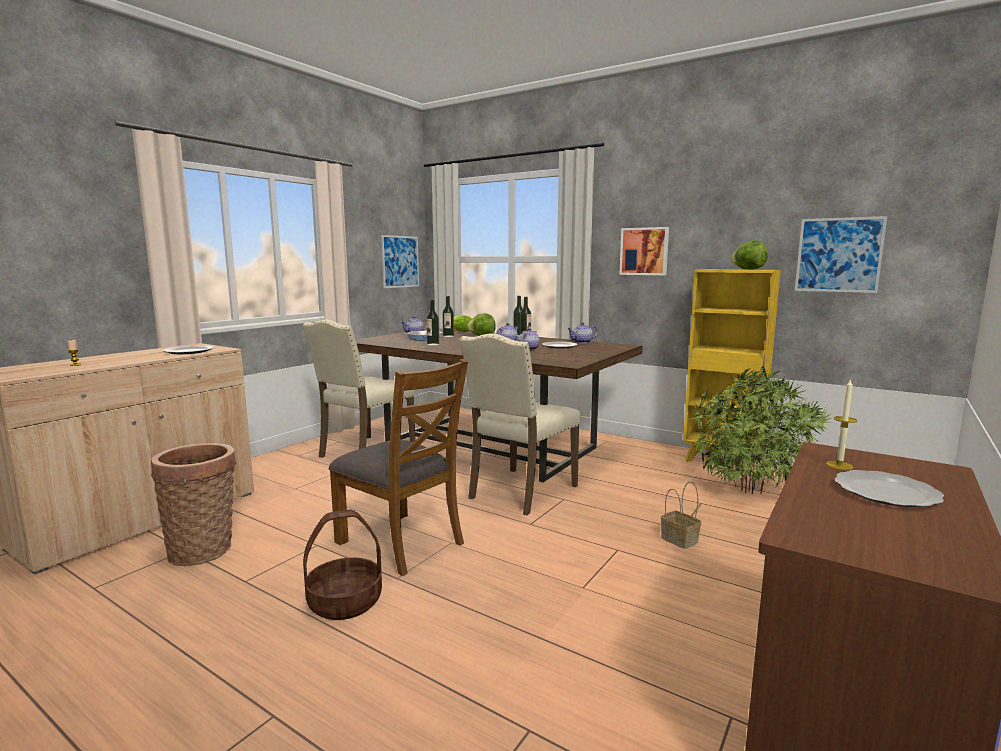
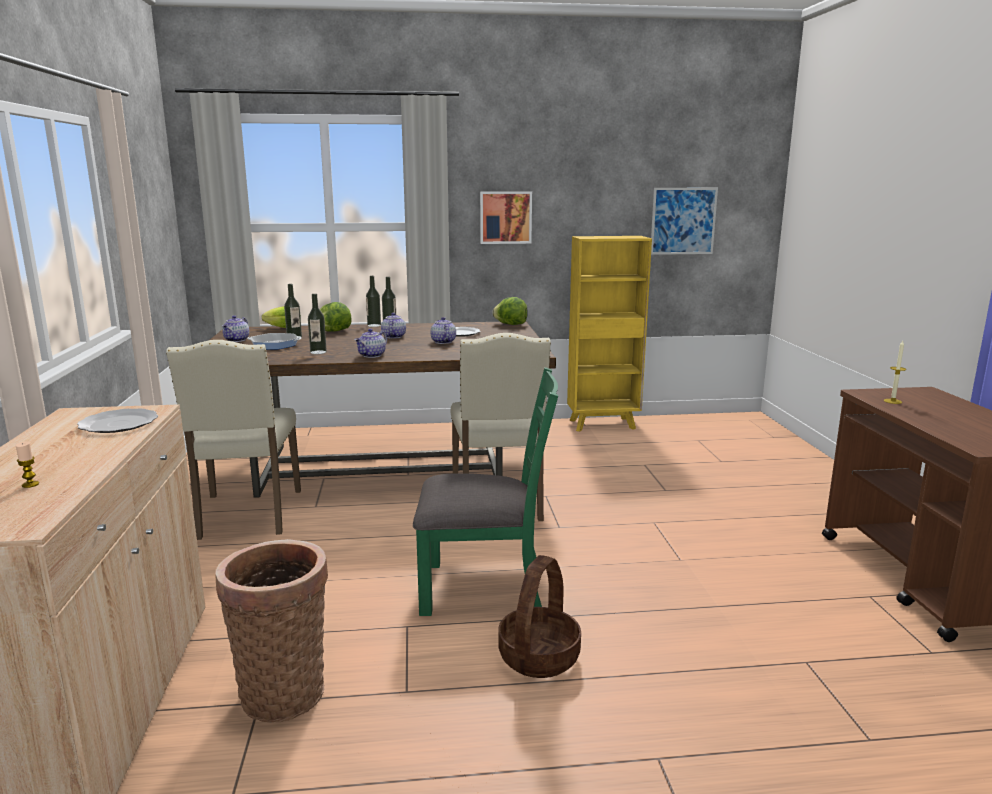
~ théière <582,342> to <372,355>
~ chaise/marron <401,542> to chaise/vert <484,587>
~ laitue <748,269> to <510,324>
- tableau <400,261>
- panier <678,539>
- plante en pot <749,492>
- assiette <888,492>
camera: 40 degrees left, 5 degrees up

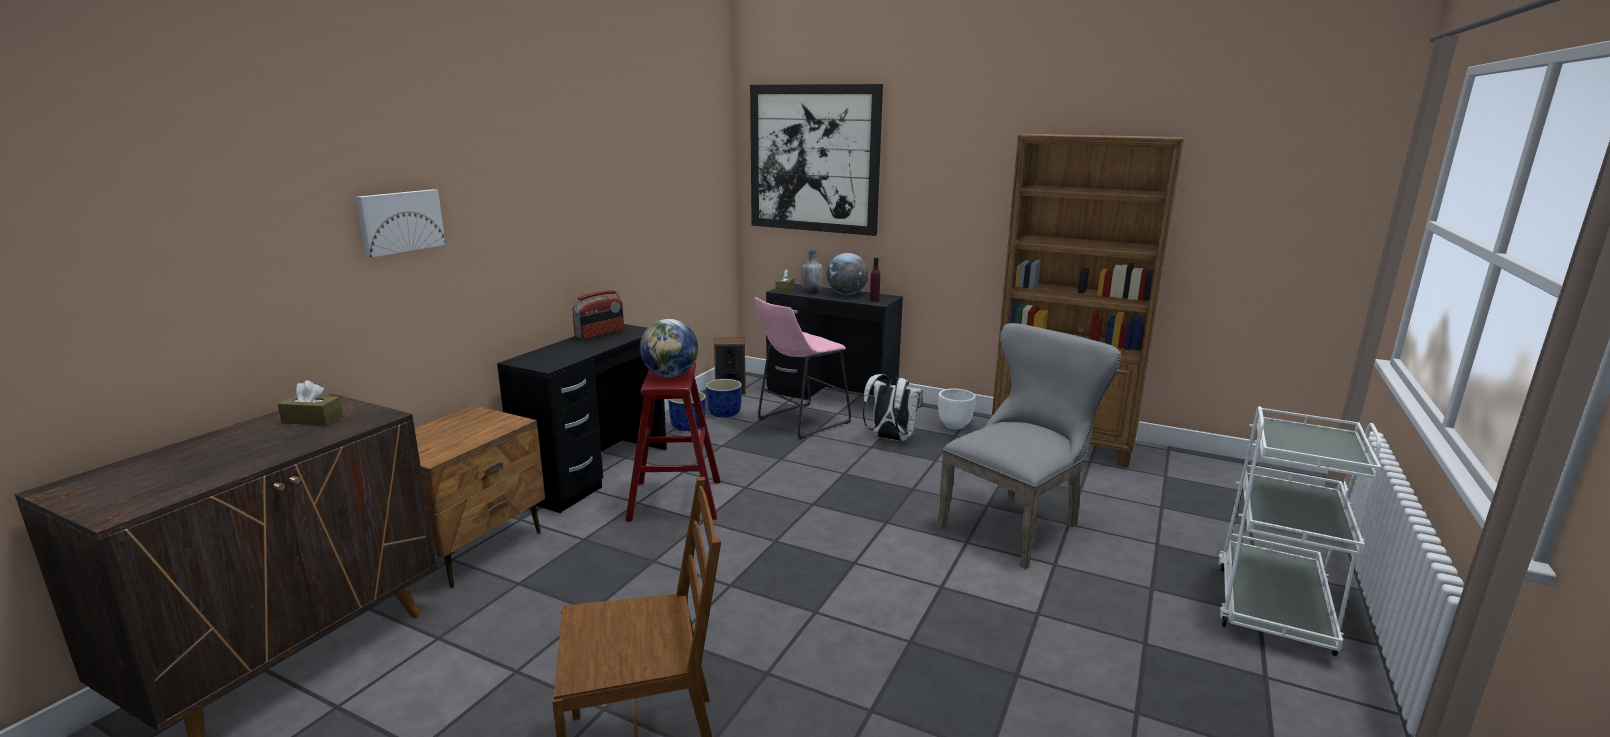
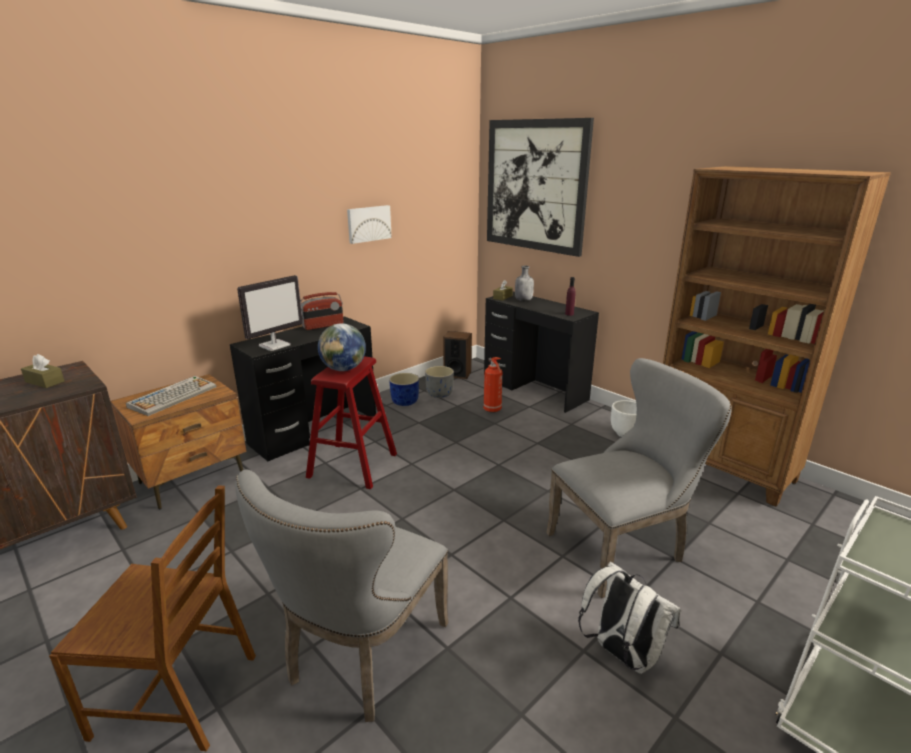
+ clavier <173,396>
+ chaise/gris <361,657>
+ écran d'ordinateur <275,345>
~ tableau <400,221> to <368,223>
~ cache-pot/bleu <725,413> to cache-pot/gris <440,394>
~ tabouret/rose <799,422> to extincteur <492,410>
~ sac à dos/blanc <890,438> to <621,654>
- globe <846,294>
camera: 20 degrees right, 5 degrees up

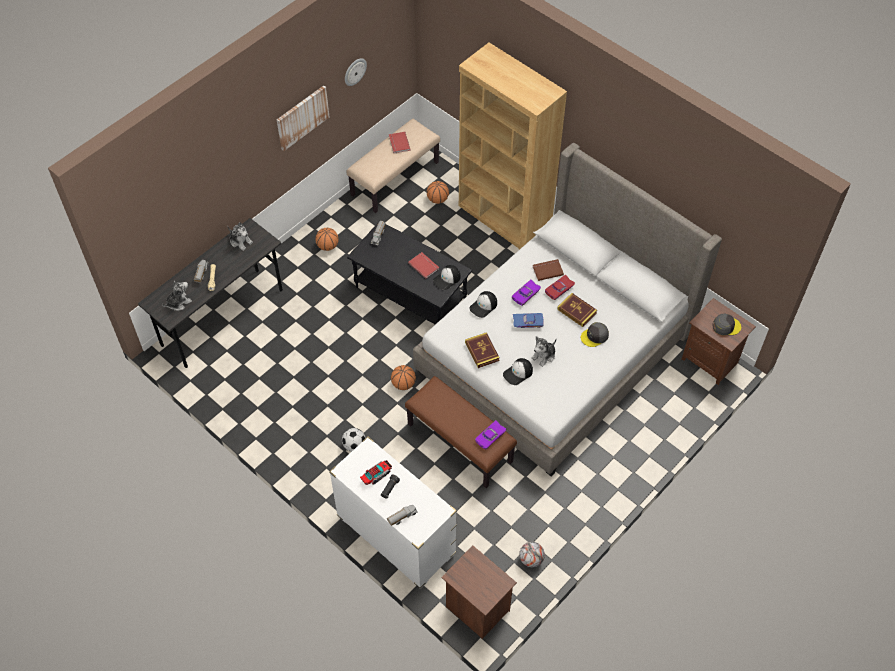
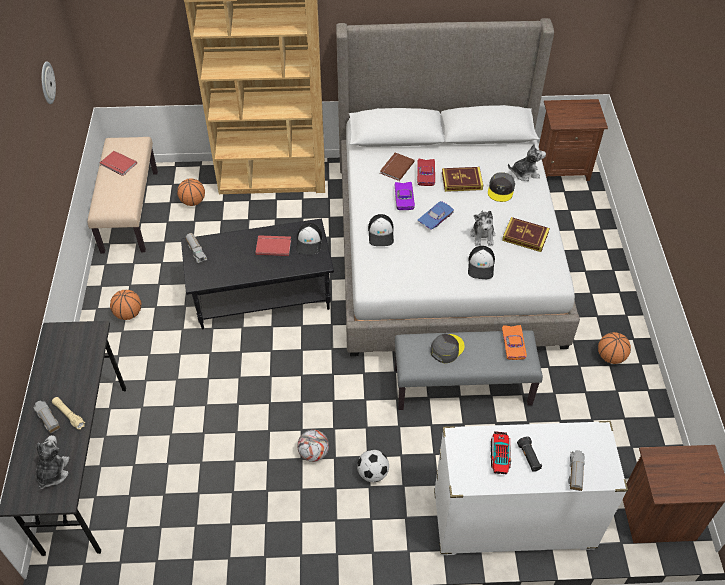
~ ballon de foot <531,559> to <314,453>
~ banc/marron <460,443> to banc/gris <463,386>
~ casquette/gris <726,326> to <447,349>
~ livre <482,351> to <525,236>
~ petite voiture/violet <491,437> to petite voiture/orange <514,345>
~ peluche <240,241> to <525,173>
~ ballon de basket <403,384> to <610,357>
- tableau <302,117>
camera: 45 degrees left, 5 degrees down

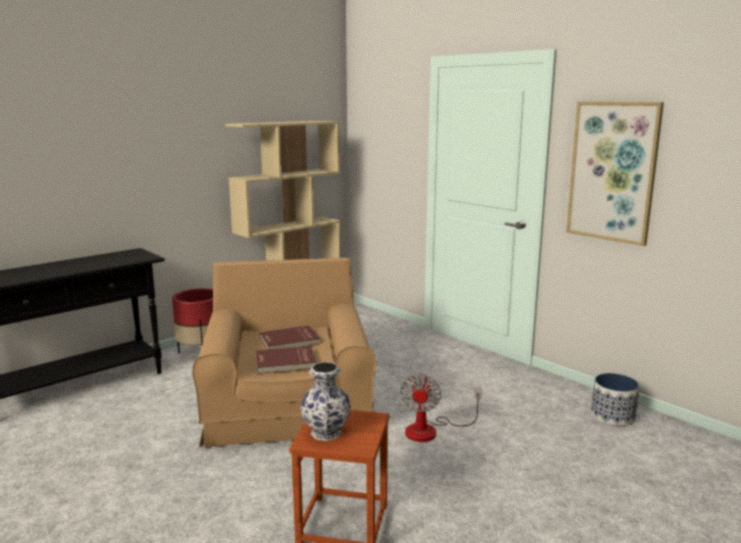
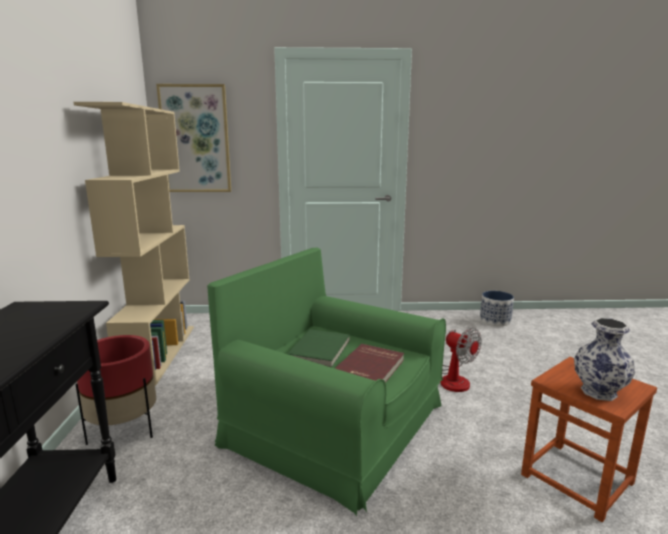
~ tableau <612,172> to <195,139>
~ fauteuil/marron <288,407> to fauteuil/vert <335,424>
~ livre/rouge <289,341> to livre/vert <321,350>
camera: 50 degrees left, 0 degrees up

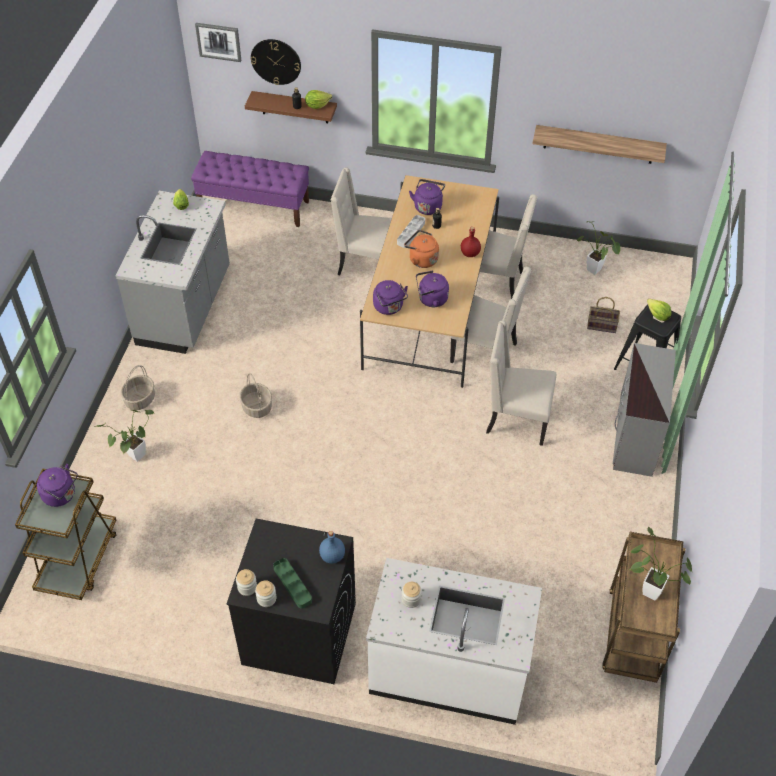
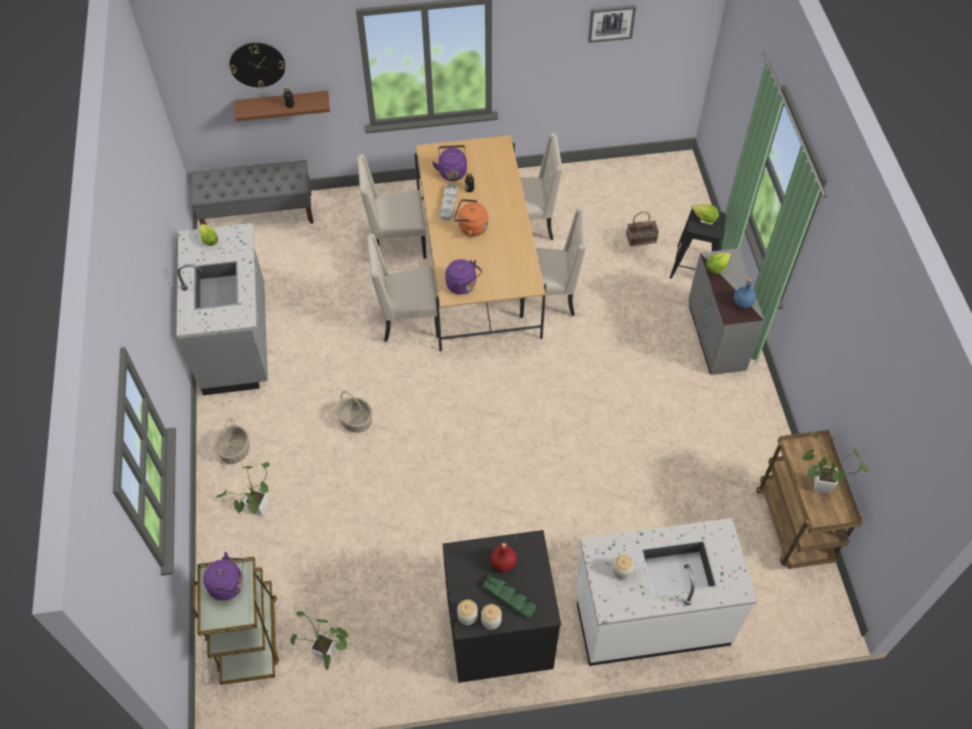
~ banc/violet <254,206> to banc/gris <258,214>
~ plante en pot <596,272> to <329,655>
~ chaise/beige <516,419> to <408,320>
~ bouteille/rouge <470,254> to <503,563>
~ tableau <219,41> to <611,23>
~ laitue <317,105> to <716,268>
~ bouteille/bleu <332,556> to <742,303>
- bouilloire/violet <431,299>
- étagère <599,144>
camera: 20 degrees left, 5 degrees up

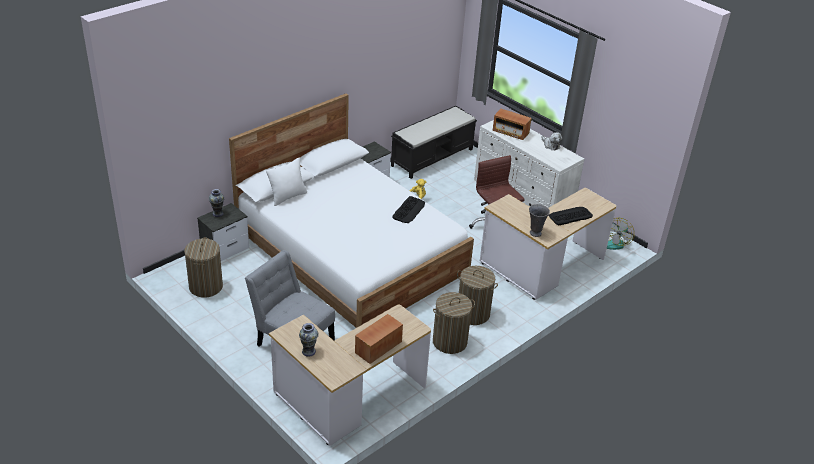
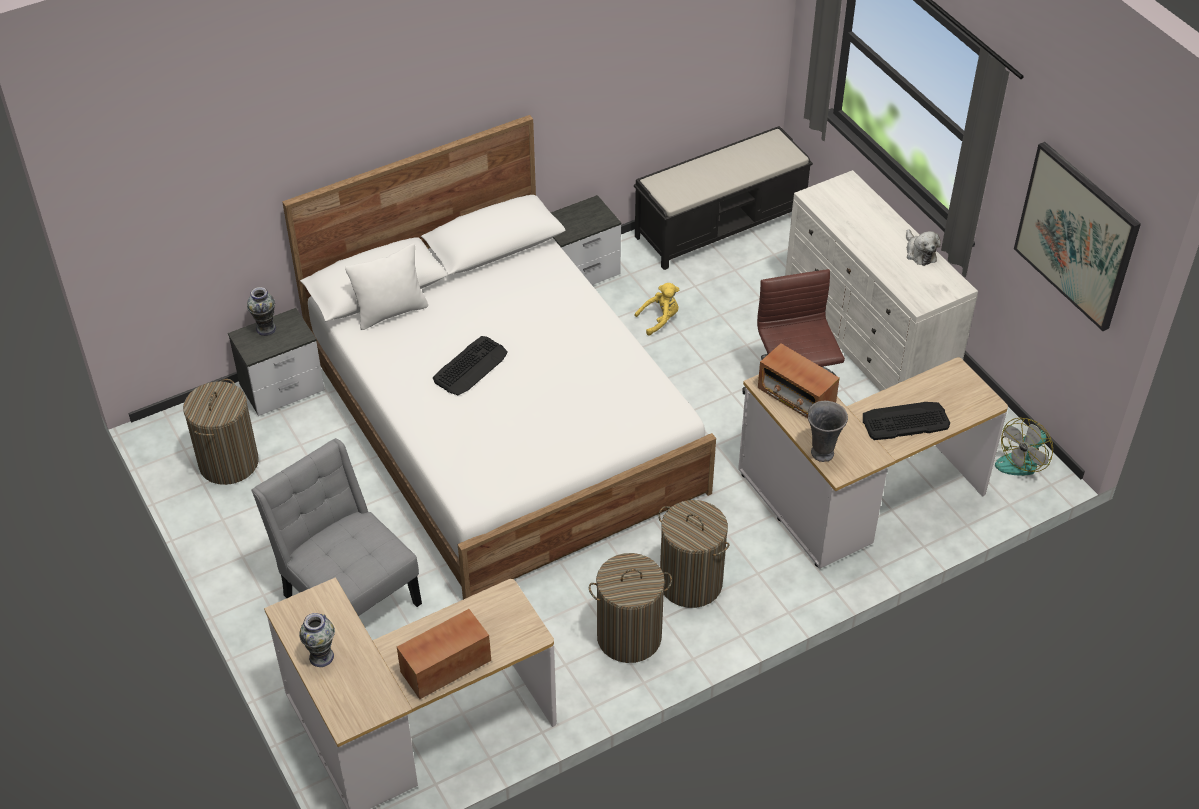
~ clavier <409,210> to <470,366>
~ radio <510,132> to <796,397>
+ tableau <1077,235>
camera: 15 degrees right, 10 degrees up

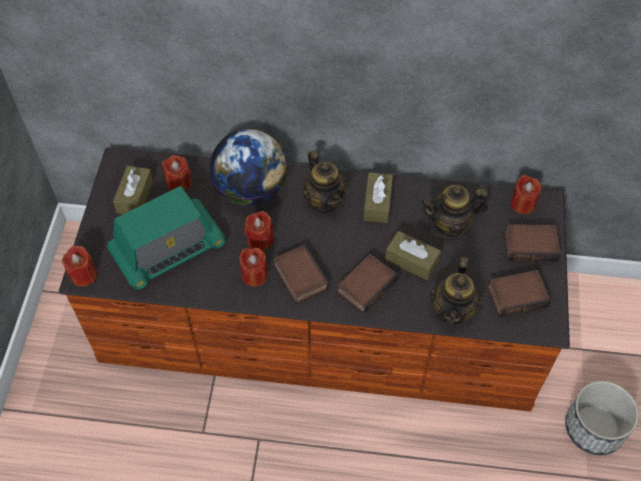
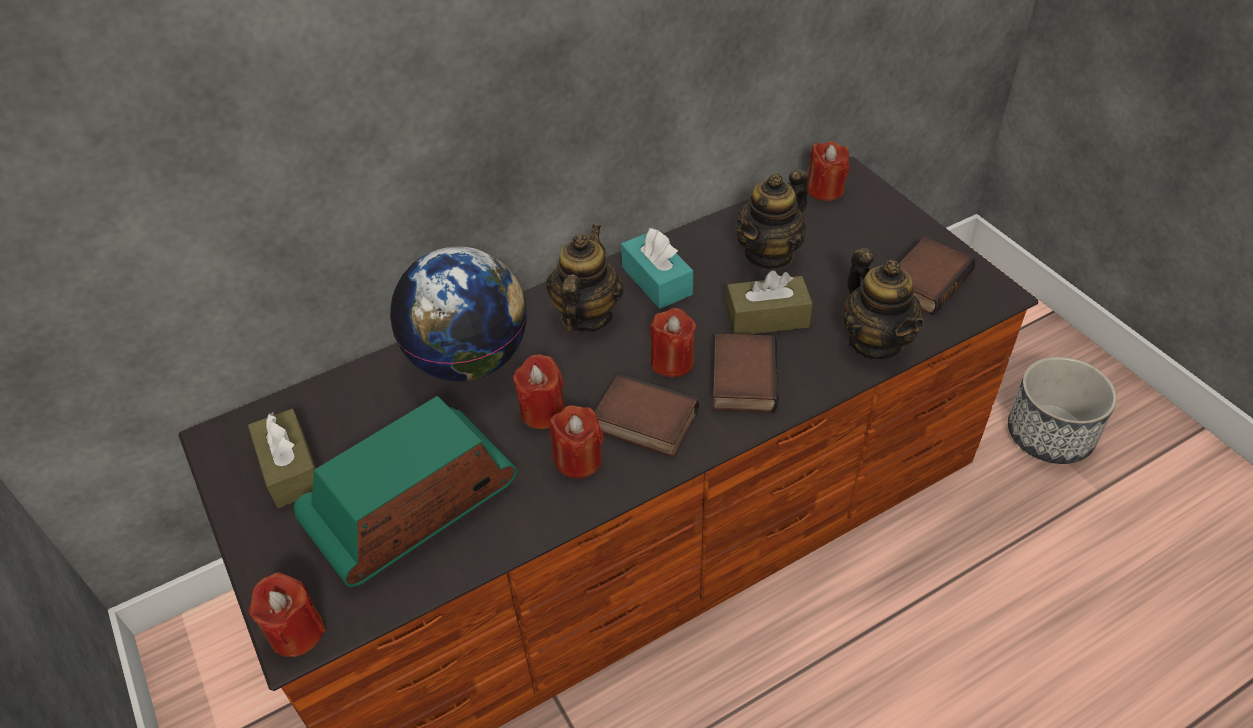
~ radio <168,249> = <412,507> 150 degrees counterclockwise
~ théière <324,201> = <586,316> 105 degrees counterclockwise
~ boîte à mouchoirs/marron <377,203> to boîte à mouchoirs/turquoise <657,281>
~ bougie/rouge <178,183> to <672,361>
- livre <531,245>
camera: 35 degrees left, 10 degrees down

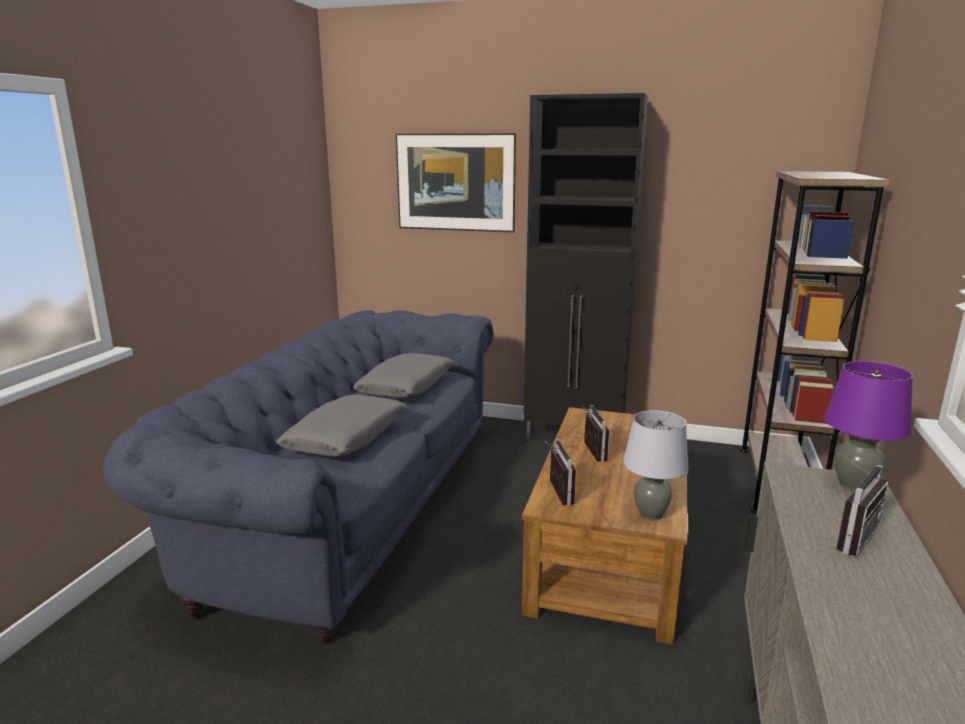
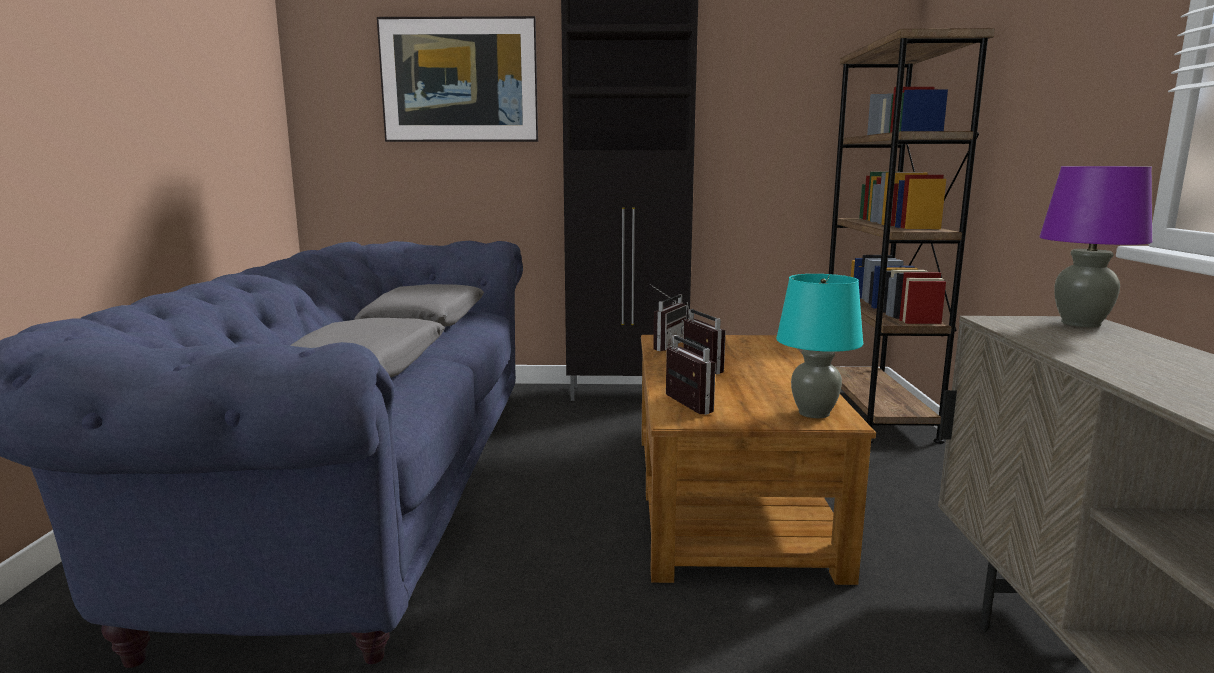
~ radio <847,535> to <664,345>
~ lampe de table/gris <650,514> to lampe de table/turquoise <813,413>
camera: 15 degrees left, 5 degrees down

